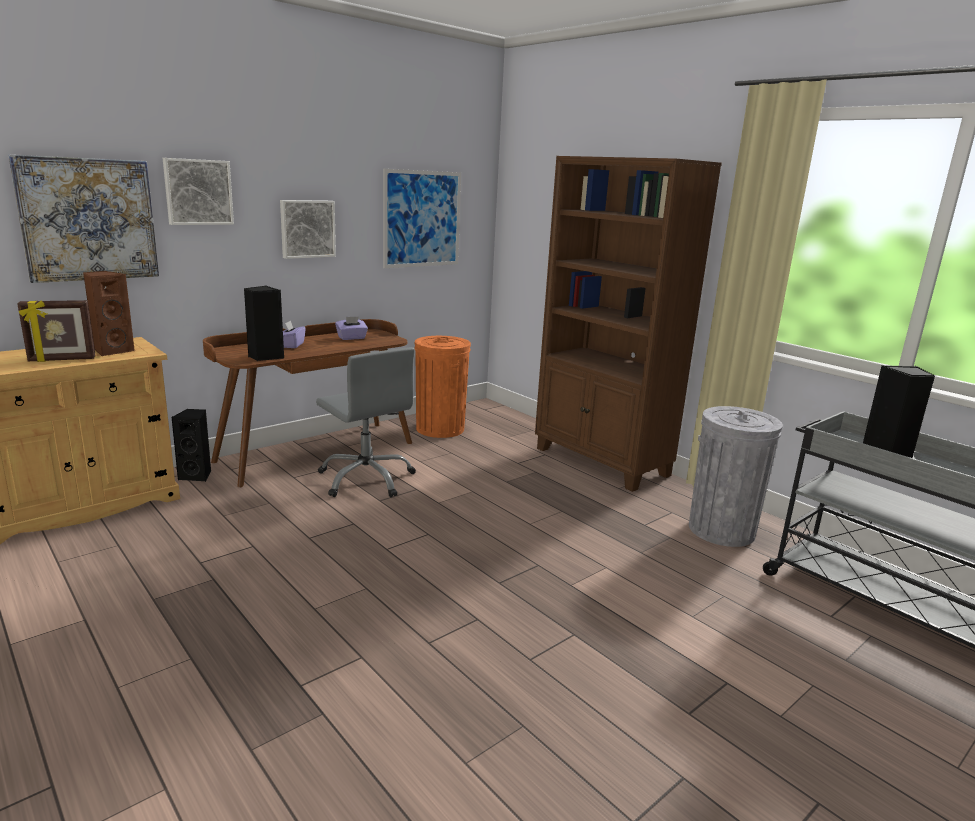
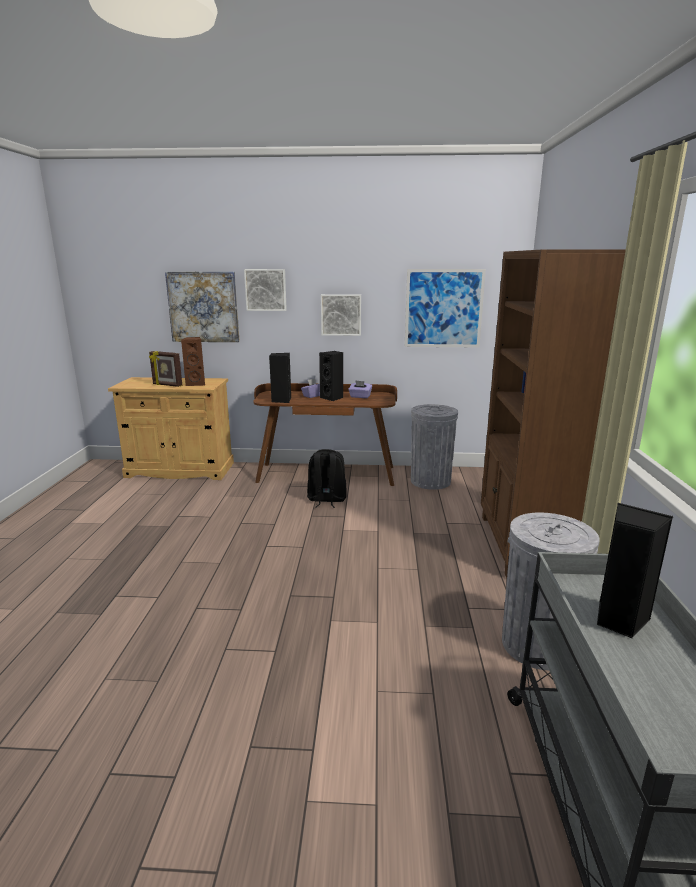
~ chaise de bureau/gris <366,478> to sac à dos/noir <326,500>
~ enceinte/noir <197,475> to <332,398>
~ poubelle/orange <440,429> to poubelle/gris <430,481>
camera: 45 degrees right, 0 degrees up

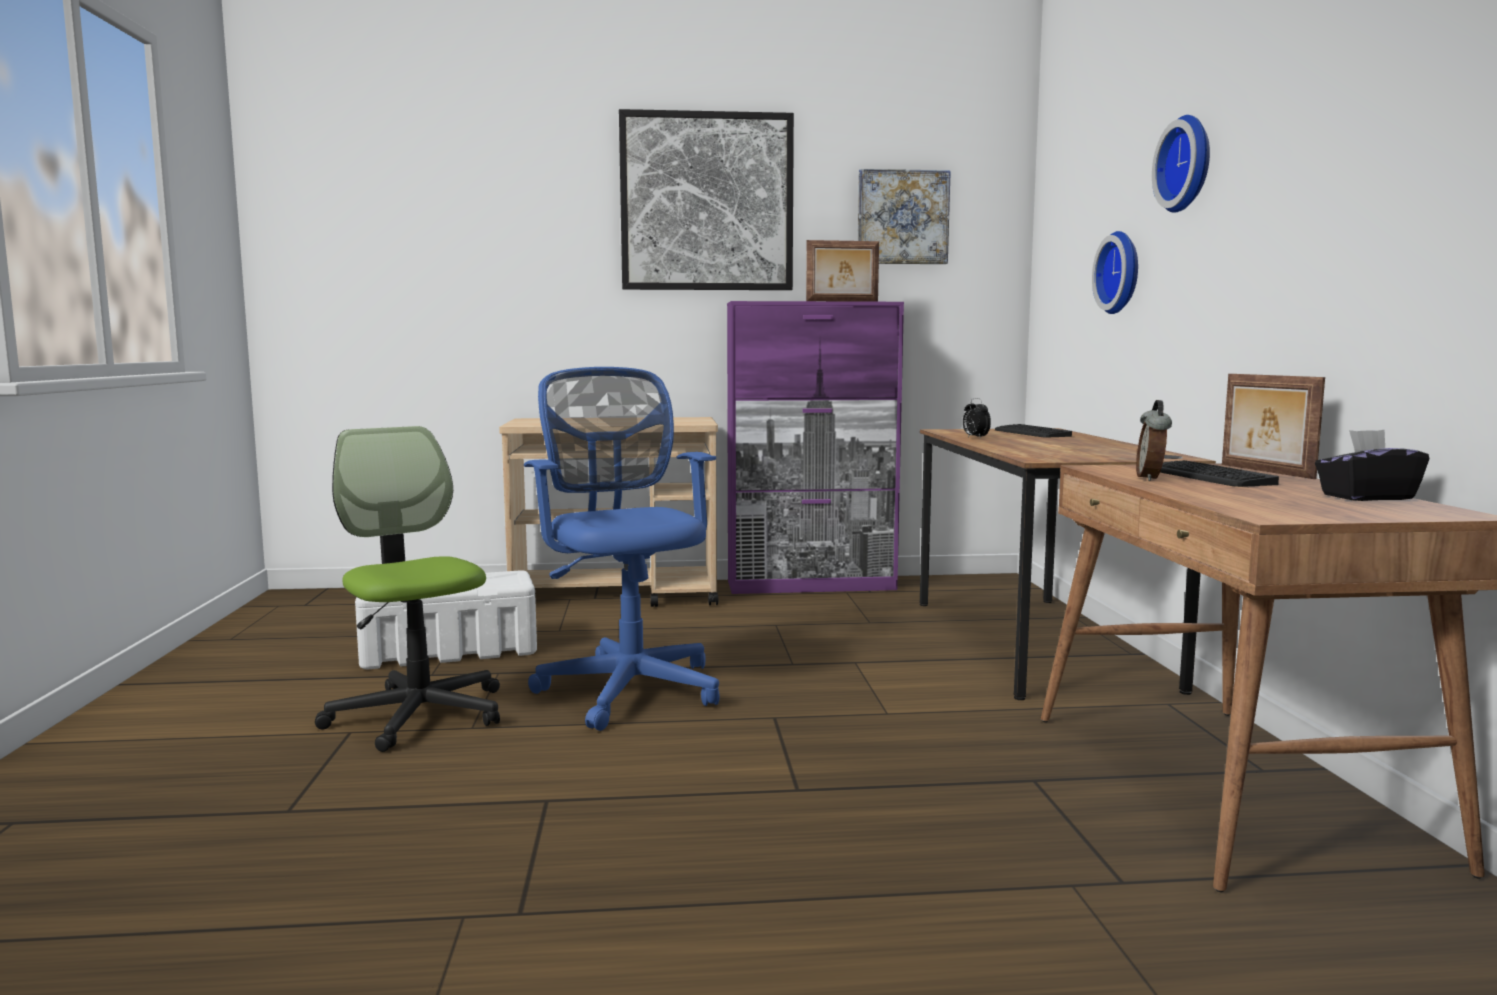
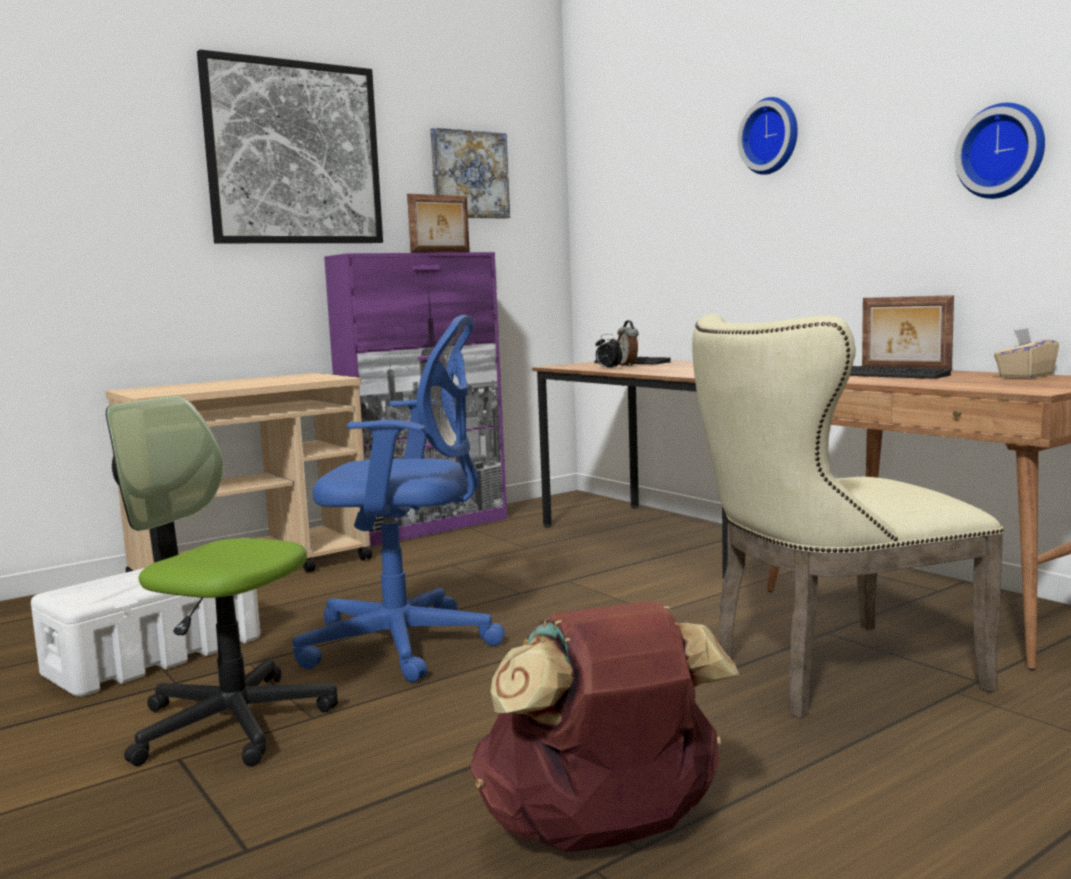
~ chaise de bureau/bleu <628,687> = <407,644> 150 degrees clockwise
+ sac à dos/marron <603,834>
~ réveil <1151,478> to <628,366>
+ chaise/beige <828,673>
~ horloge murale <1122,273> to <1002,151>
~ boîte à mouchoirs/noir <1366,497> to boîte à mouchoirs/beige <1025,376>
camera: 30 degrees left, 0 degrees up

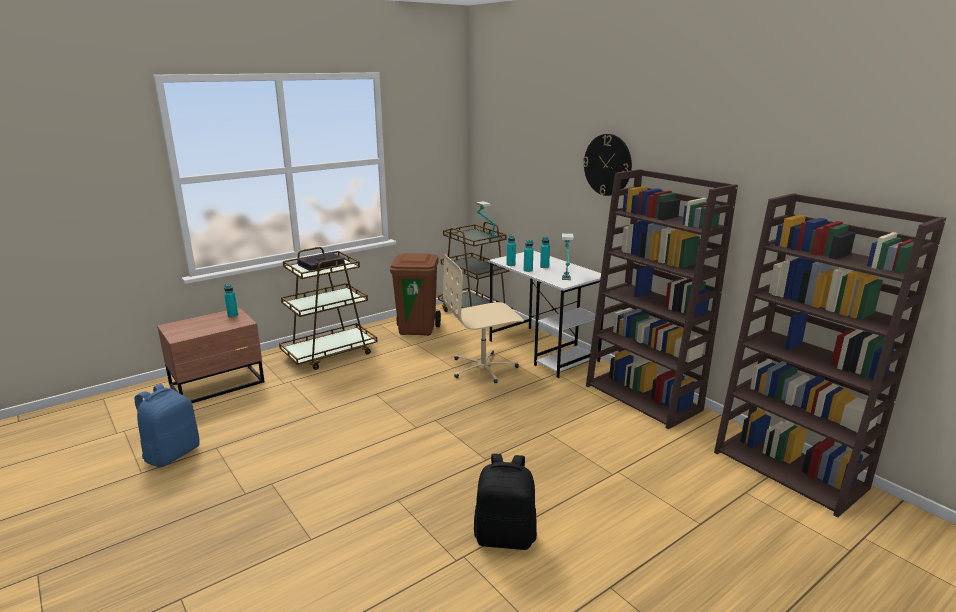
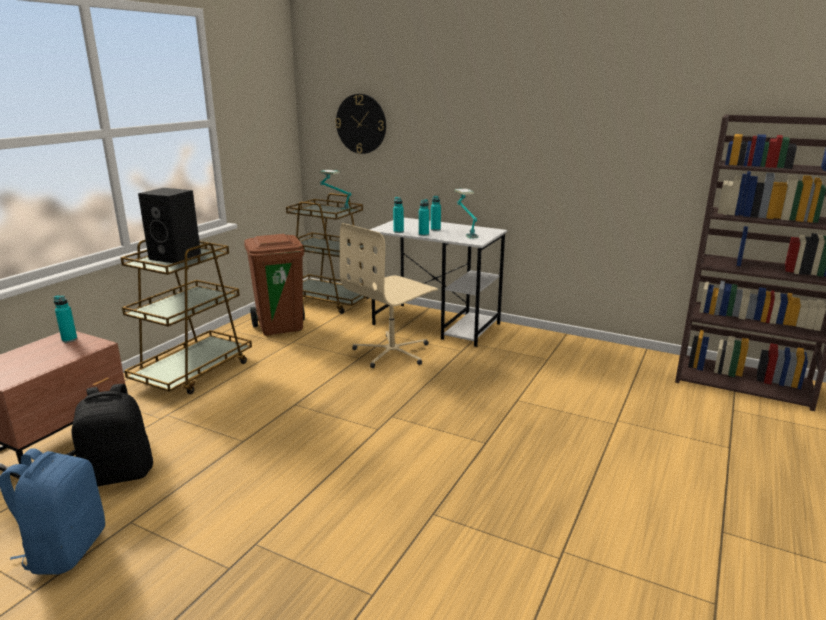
~ sac à dos/noir <505,536> to <119,474>
~ livre <322,265> to enceinte/noir <176,257>
~ horloge murale <607,165> to <361,124>
- bibliothèque/marron <644,398>
camera: 25 degrees left, 0 degrees up

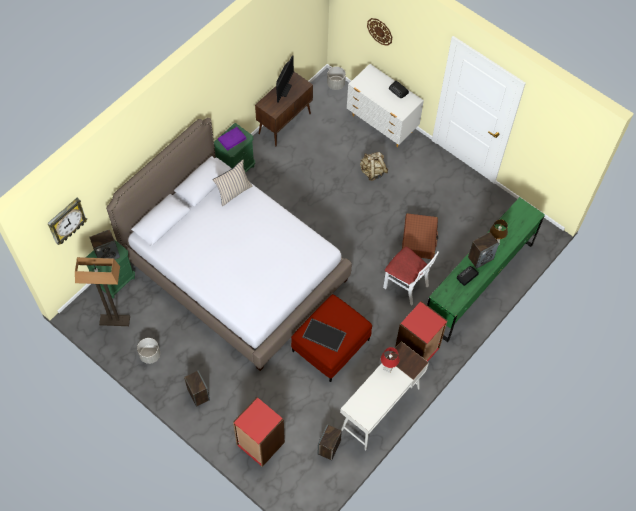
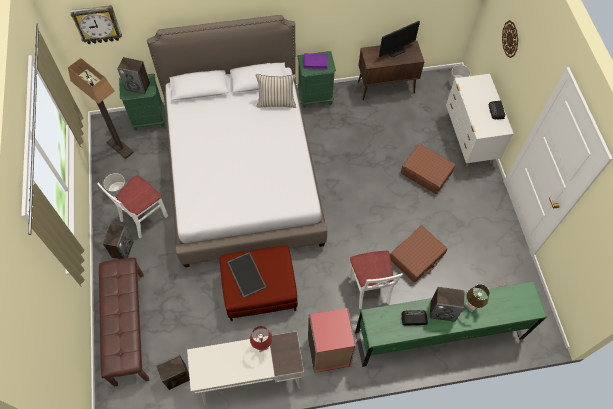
+ chaise/blanc <143,217>
~ bibliothèque/rouge <260,444> to banc/marron <128,327>
~ sac à dos/beige <372,172> to valise/marron <426,172>
camera: 40 degrees right, 0 degrees up

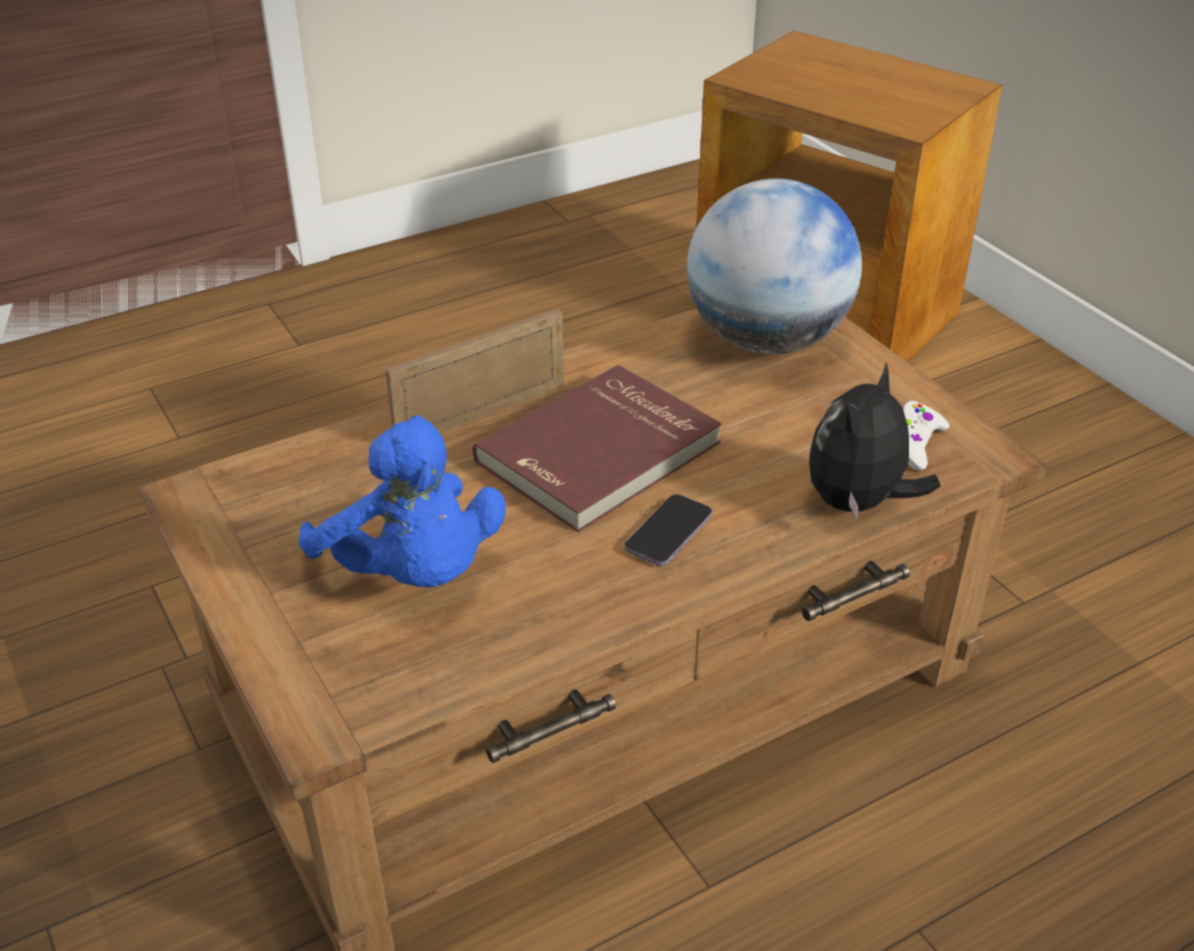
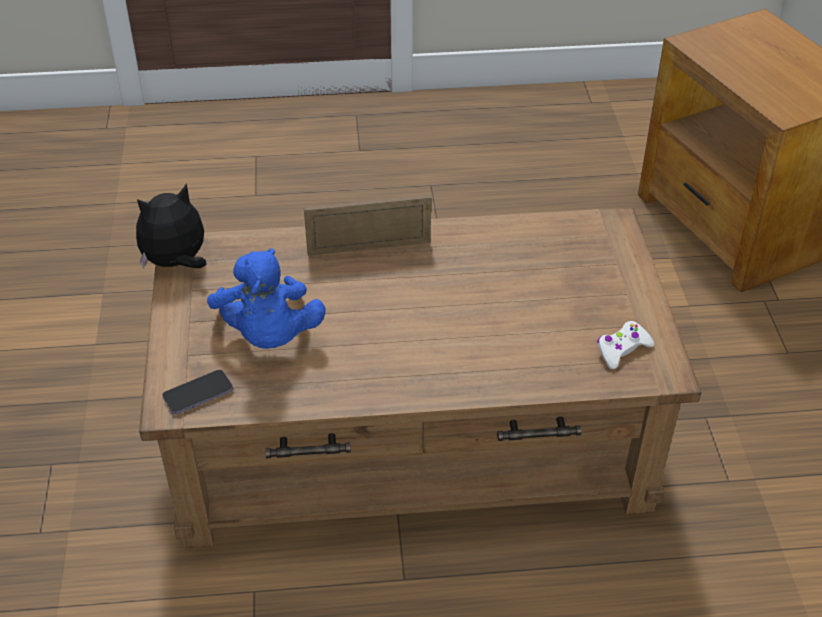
~ peluche <859,503> to <176,263>
~ téléphone <668,533> to <198,394>
- livre/rouge <601,454>
- globe <766,340>
camera: 25 degrees right, 5 degrees up

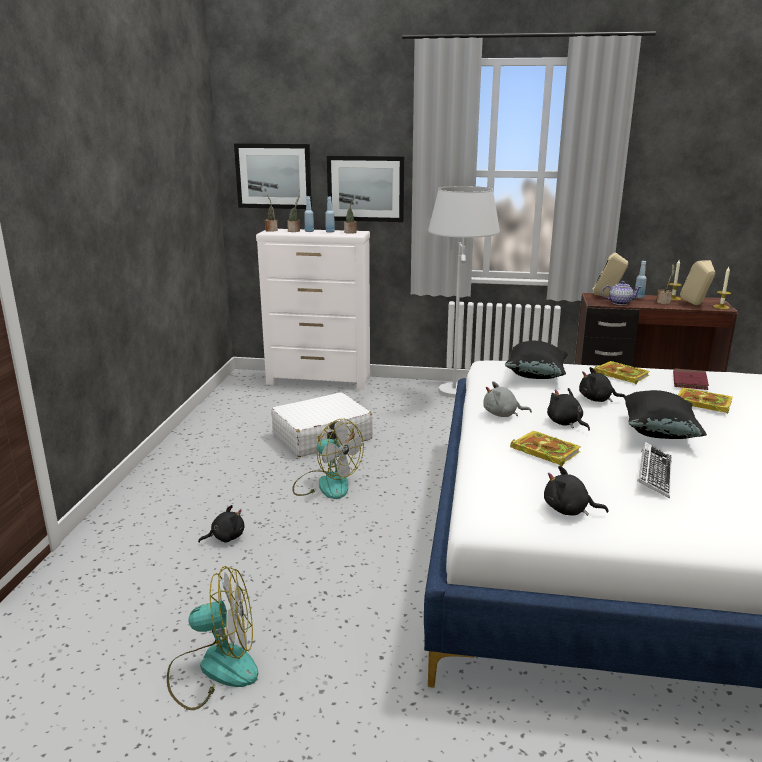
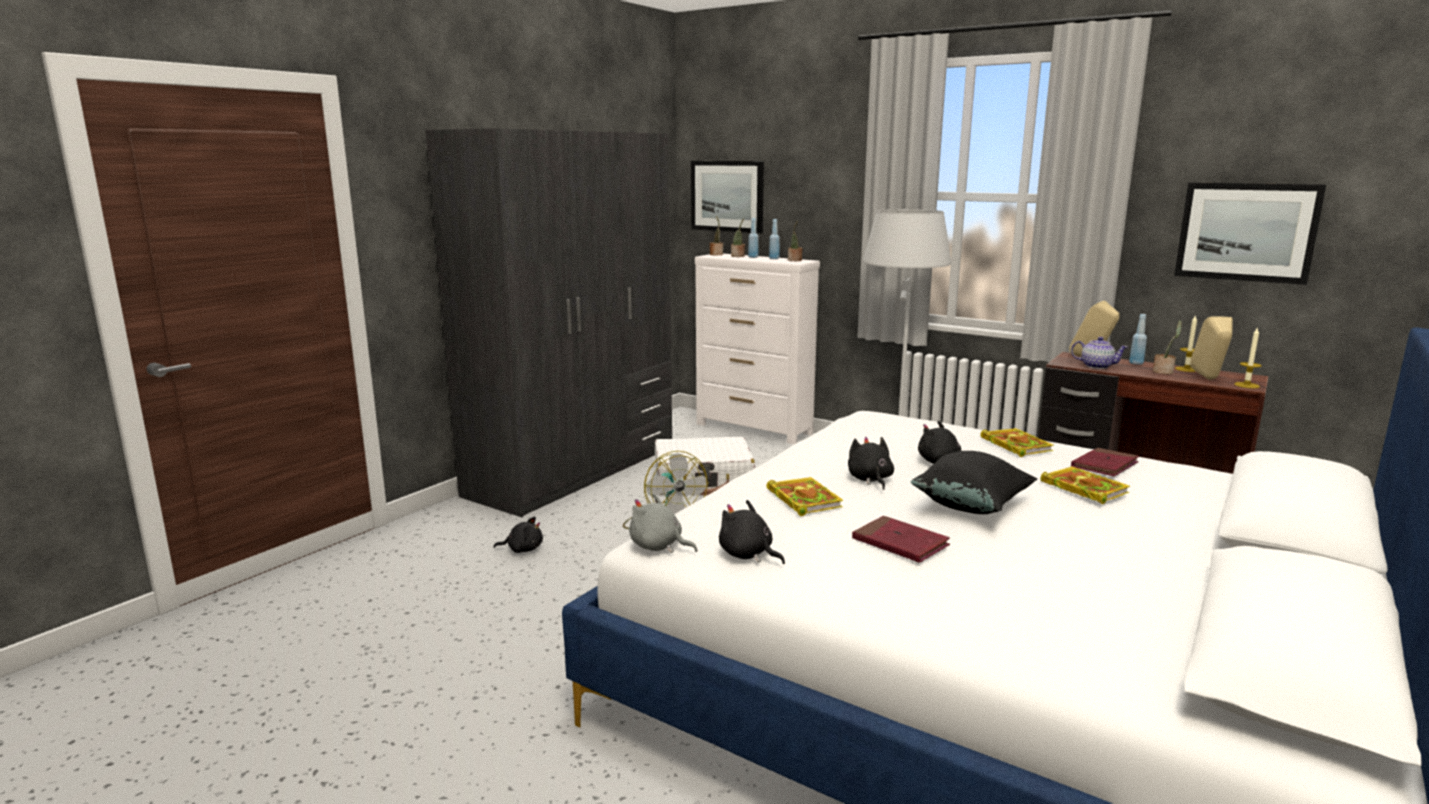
+ armoire/gris <574,470>
~ peluche/gris <502,414> to <658,546>
~ clavier <654,474> to livre/rouge <900,543>
~ tableau <365,188> to <1246,232>
- ventilateur <214,668>
- coussin/noir <536,375>
camera: 25 degrees right, 5 degrees down

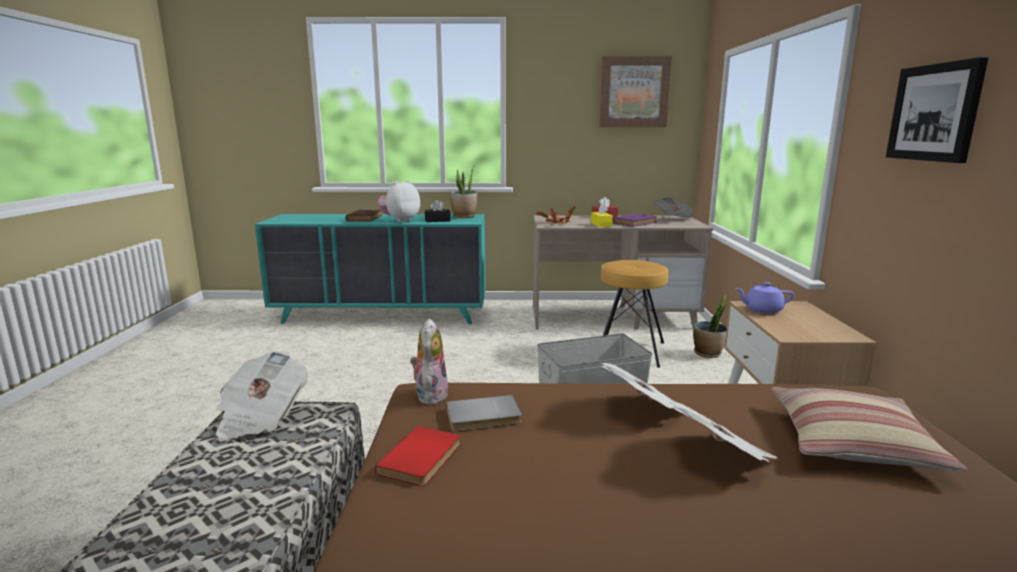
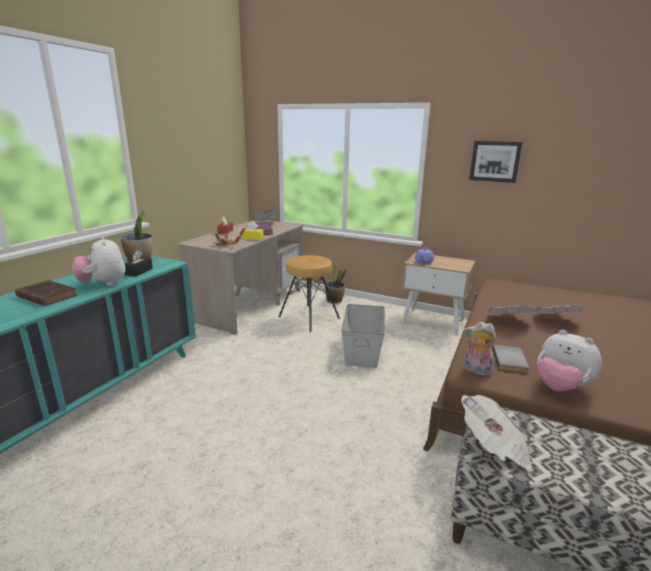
~ livre/rouge <423,458> to peluche <560,387>
- tableau <634,92>
- coussin <852,442>
camera: 65 degrees left, 5 degrees up

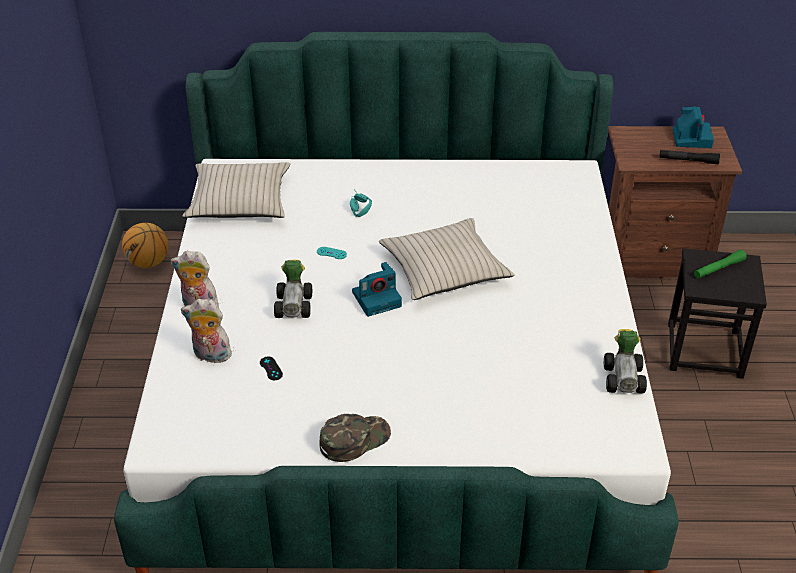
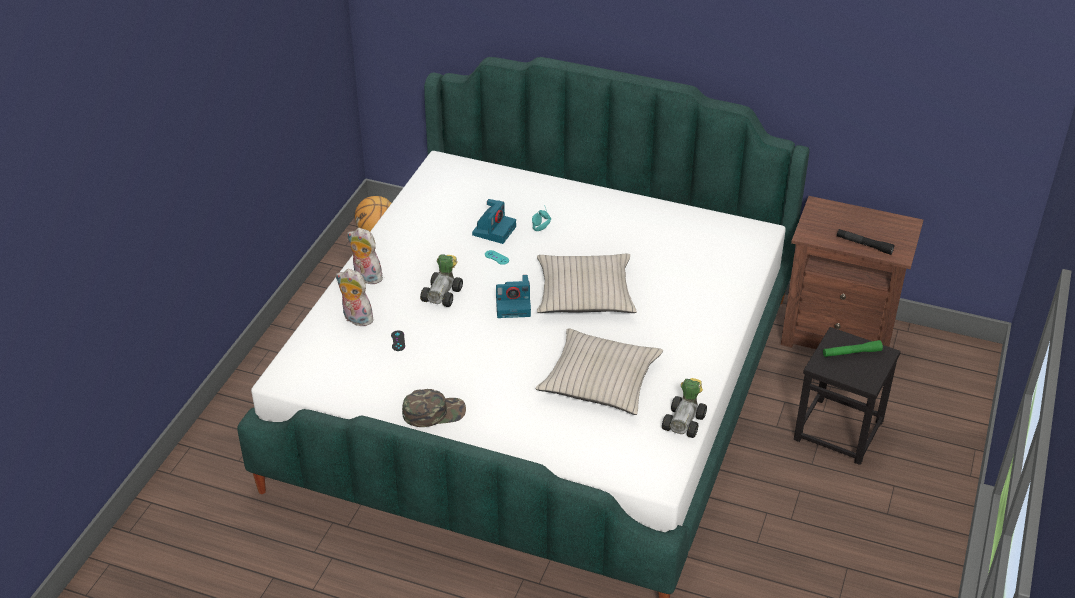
~ appareil photo <691,138> to <494,230>
~ coussin/beige <239,201> to <600,380>
camera: 20 degrees right, 0 degrees up

